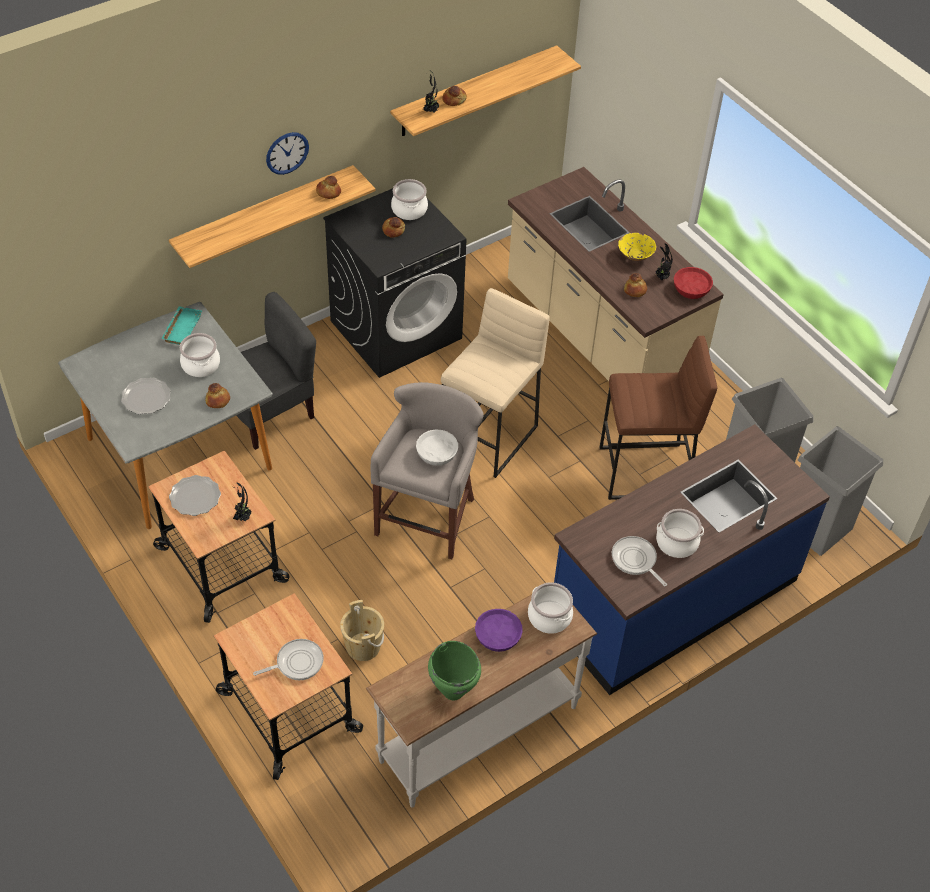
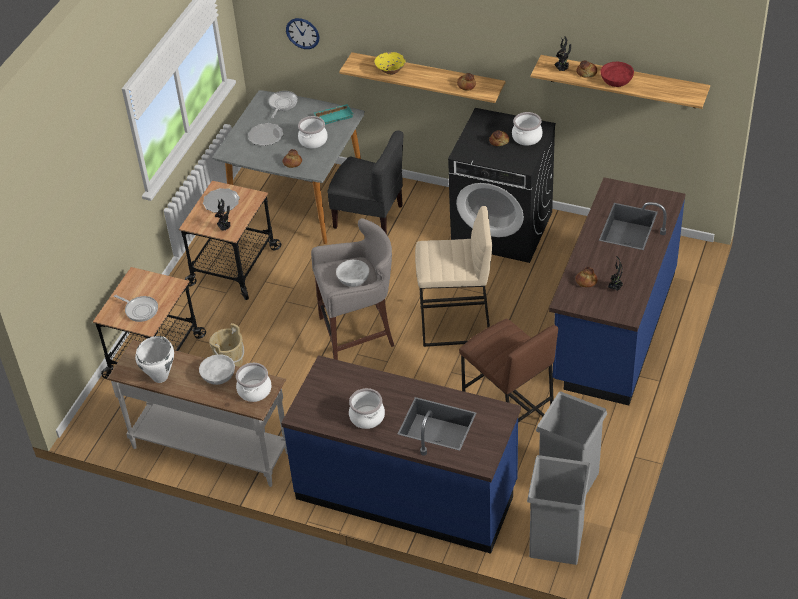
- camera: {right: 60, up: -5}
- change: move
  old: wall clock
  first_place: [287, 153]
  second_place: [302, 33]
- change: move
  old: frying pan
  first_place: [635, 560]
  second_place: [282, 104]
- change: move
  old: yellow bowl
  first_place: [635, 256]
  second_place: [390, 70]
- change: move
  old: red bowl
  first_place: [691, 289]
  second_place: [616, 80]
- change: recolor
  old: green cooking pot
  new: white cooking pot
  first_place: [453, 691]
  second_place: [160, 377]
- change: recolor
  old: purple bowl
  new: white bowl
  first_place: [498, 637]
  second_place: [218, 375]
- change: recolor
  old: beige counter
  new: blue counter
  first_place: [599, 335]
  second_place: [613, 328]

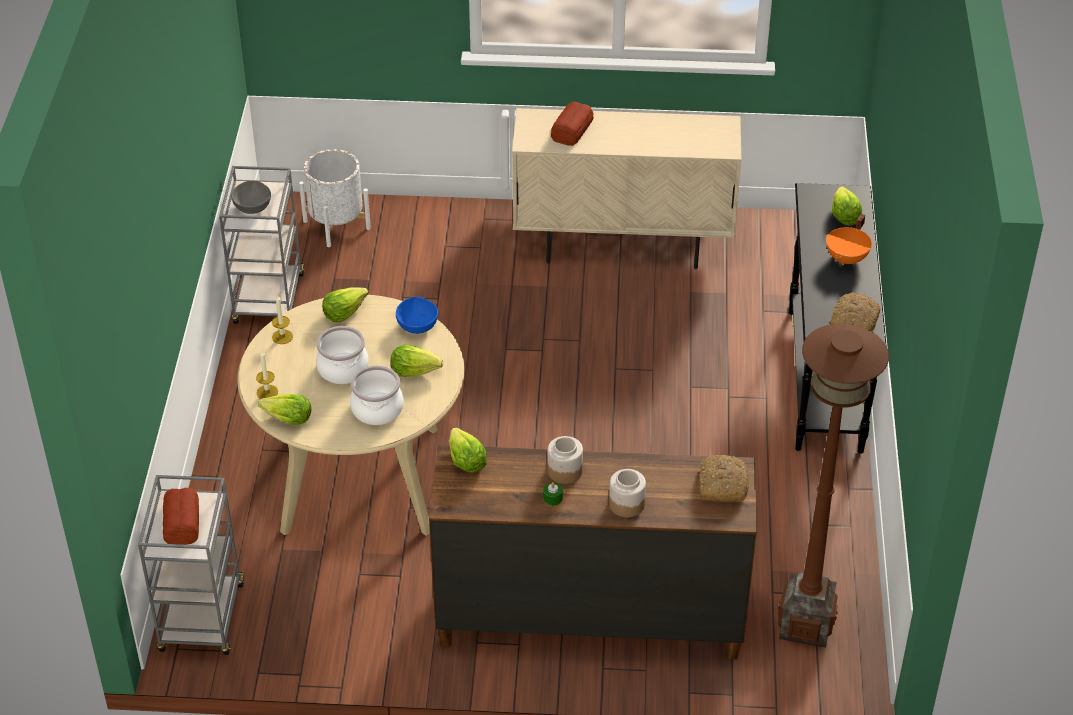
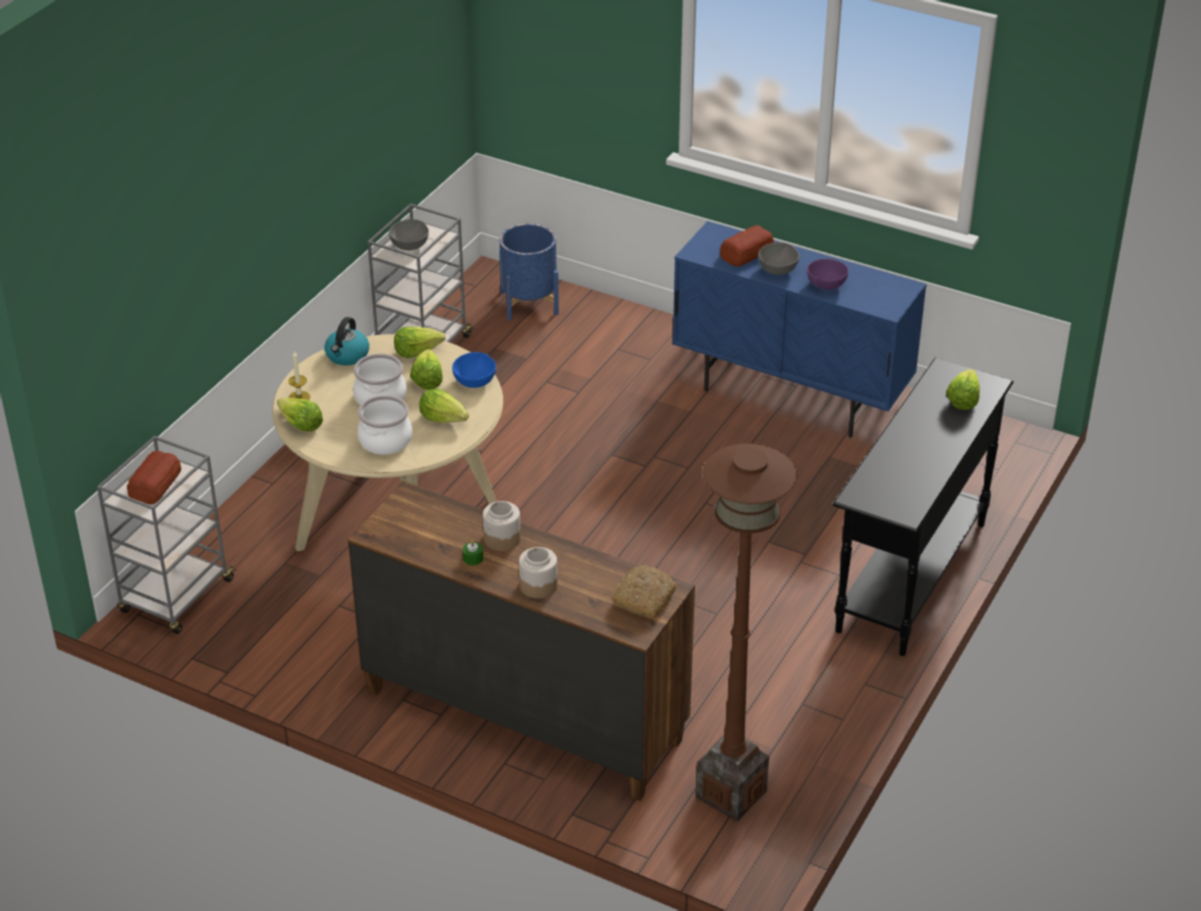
- camera: {right: 25, up: -5}
- change: delete
  old: orange cooking pot
  first_place: [847, 259]
- change: delete
  old: bread
  first_place: [854, 320]
- change: insert
  new: grey bowl
  second_place: [778, 270]
- change: insert
  new: purple bowl
  second_place: [825, 285]
- change: move
  old: lettuce
  first_place: [465, 460]
  second_place: [427, 380]
- change: replace
  old: candle
  new: kettle
  first_place: [282, 337]
  second_place: [347, 356]
- change: recolor
  old: white planter
  new: blue planter
  first_place: [336, 225]
  second_place: [529, 303]
- change: recolor
  old: beige cabinet
  new: blue cabinet
  first_place: [623, 246]
  second_place: [791, 396]

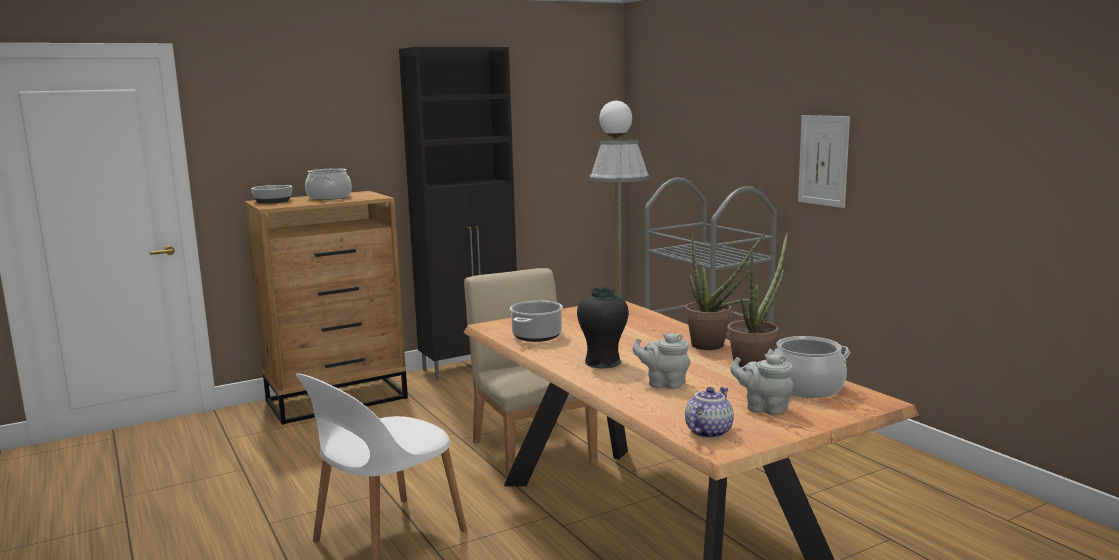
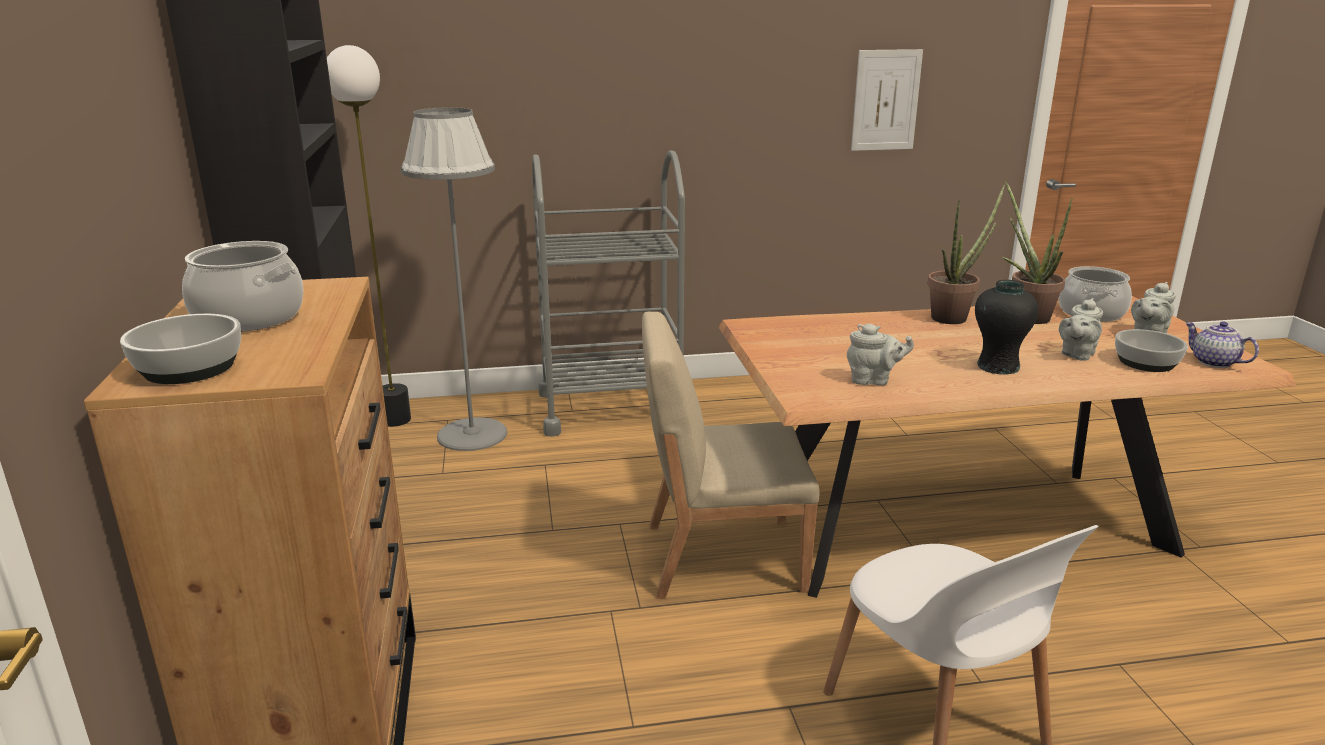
- camera: {right: -70, up: 10}
- change: insert
  new: bowl
  second_place: [1147, 362]
- change: move
  old: picture
  first_place: [823, 160]
  second_place: [886, 100]
- change: replace
  old: cooking pot
  new: grey teapot
  first_place: [537, 336]
  second_place: [873, 380]

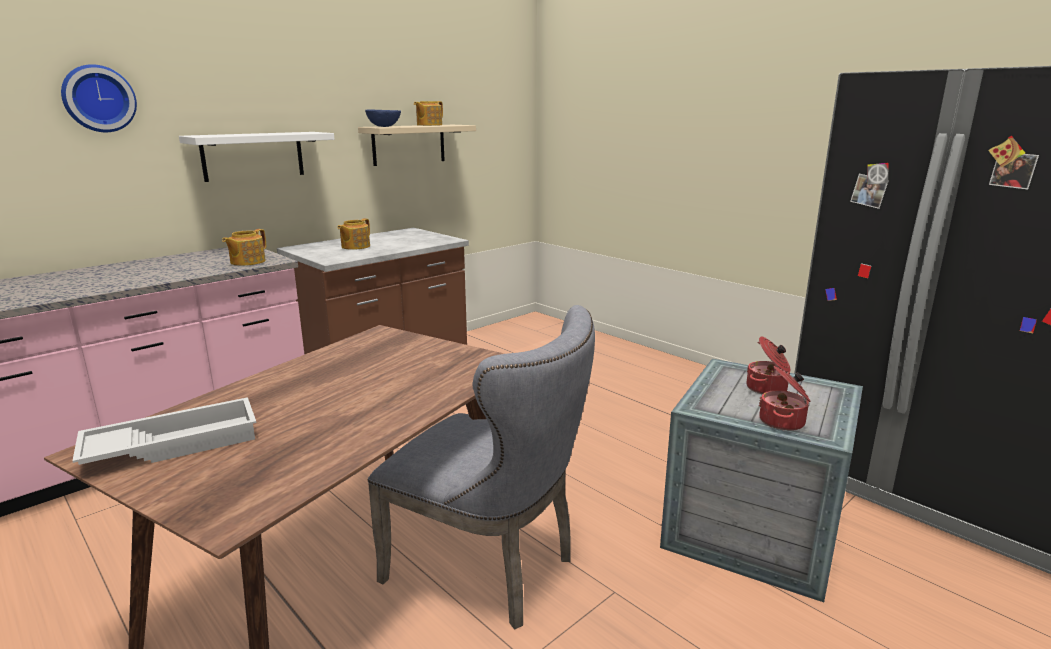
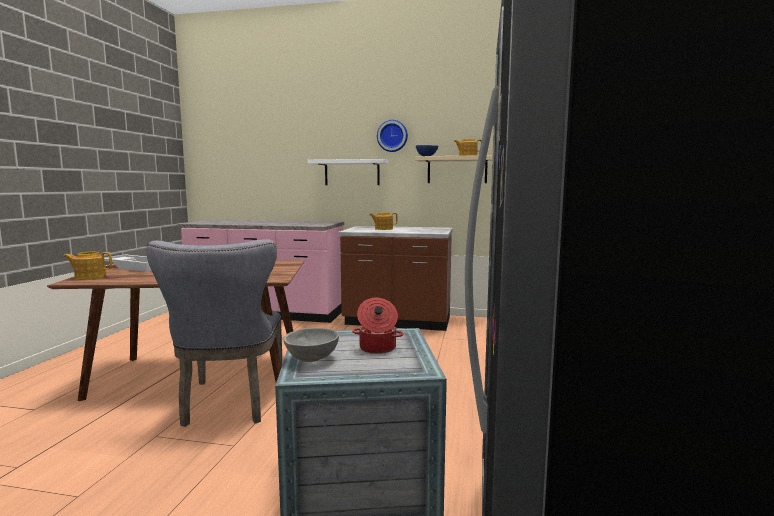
- camera: {right: 55, up: -10}
- change: move
  old: wall clock
  first_place: [98, 99]
  second_place: [392, 136]
- change: move
  old: teapot
  first_place: [247, 262]
  second_place: [89, 276]
- change: replace
  old: cooking pot
  new: grey bowl
  first_place: [783, 422]
  second_place: [312, 359]

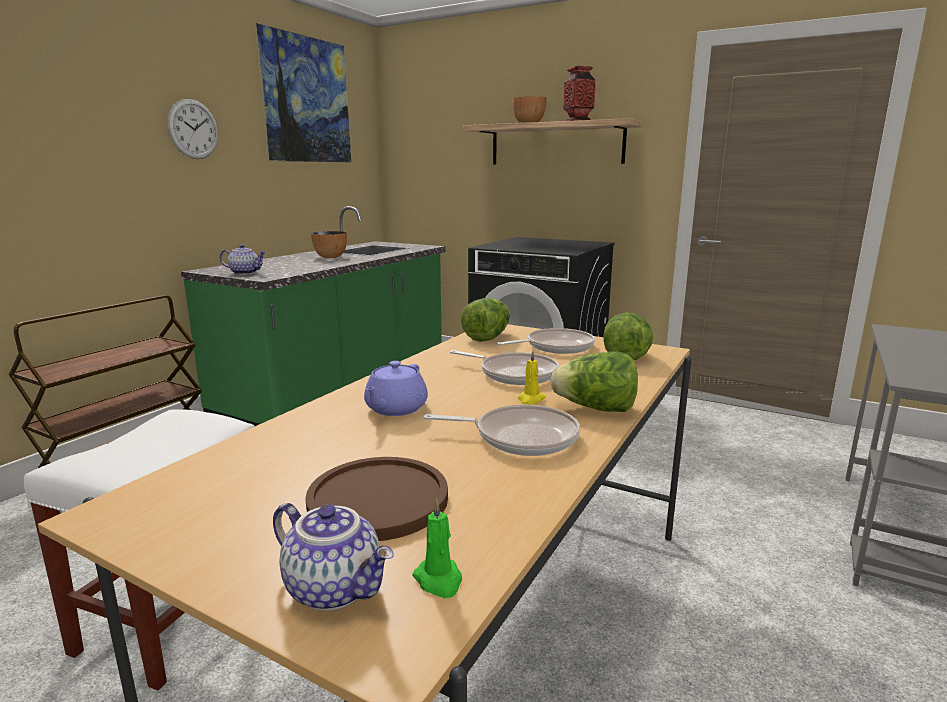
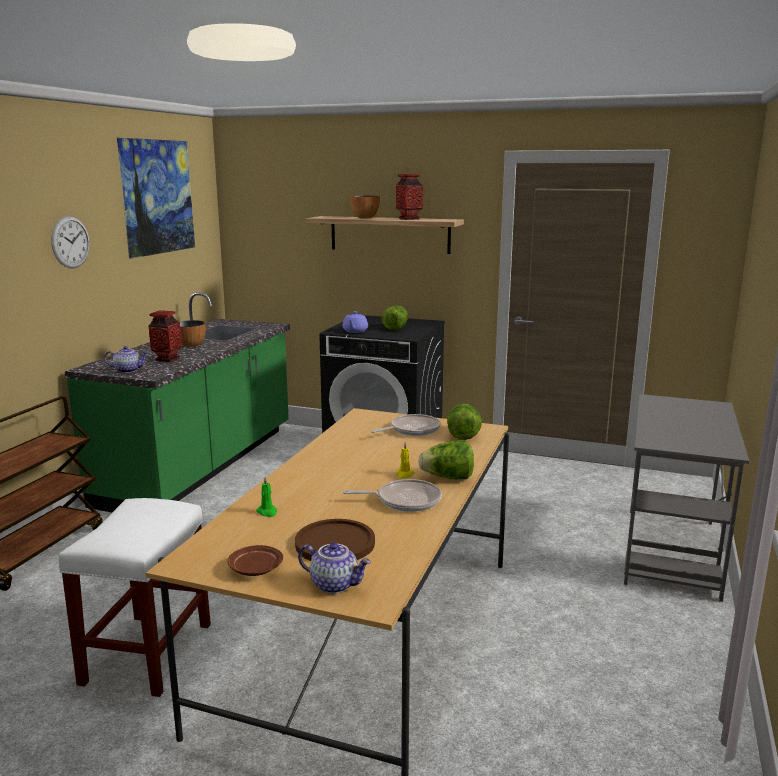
- camera: {right: -10, up: 0}
- change: delete
  old: frying pan
  first_place: [514, 374]
- change: insert
  new: vase
  second_place: [167, 359]
- change: insert
  new: brown plate
  second_place: [255, 569]
- change: move
  old: purple teapot
  first_place: [395, 409]
  second_place: [355, 331]
- change: move
  old: green candle
  first_place: [439, 580]
  second_place: [267, 512]
- change: move
  old: lettuce
  first_place: [488, 337]
  second_place: [396, 328]

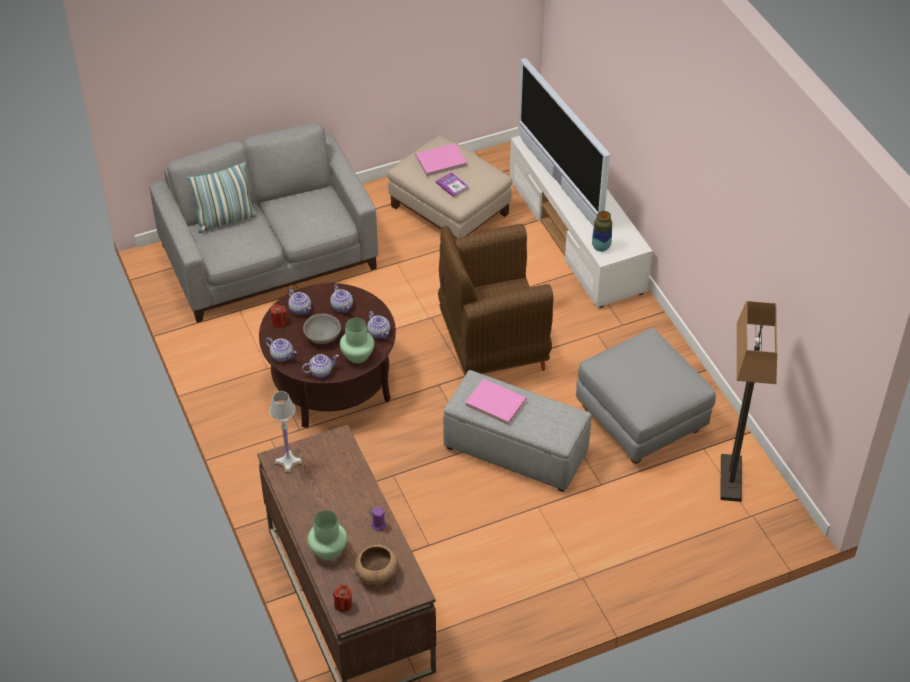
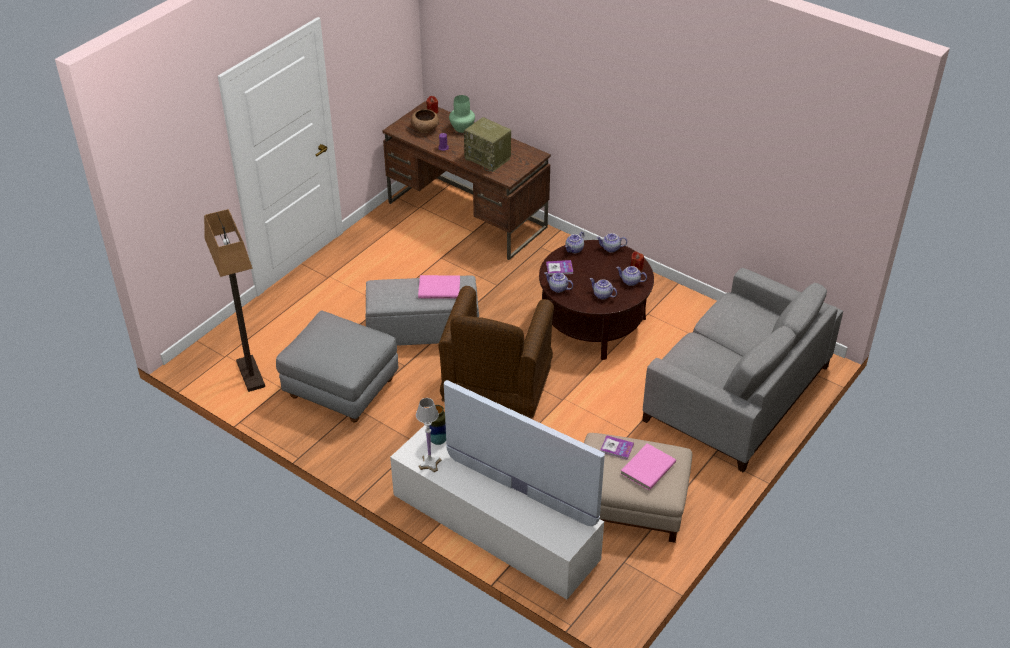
- camera: {right: 150, up: -5}
- change: delete
  old: pillow
  first_place: [225, 220]
- change: delete
  old: grey bowl
  first_place: [323, 337]
- change: insert
  new: radio
  second_place: [488, 159]
- change: move
  old: white table lamp
  first_place: [288, 462]
  second_place: [430, 463]
- change: replace
  old: green vase
  new: book
  first_place: [357, 355]
  second_place: [559, 268]
- change: rotate
  old: brown armchair
  first_place: [491, 346]
  second_place: [496, 397]
  degrees: 150

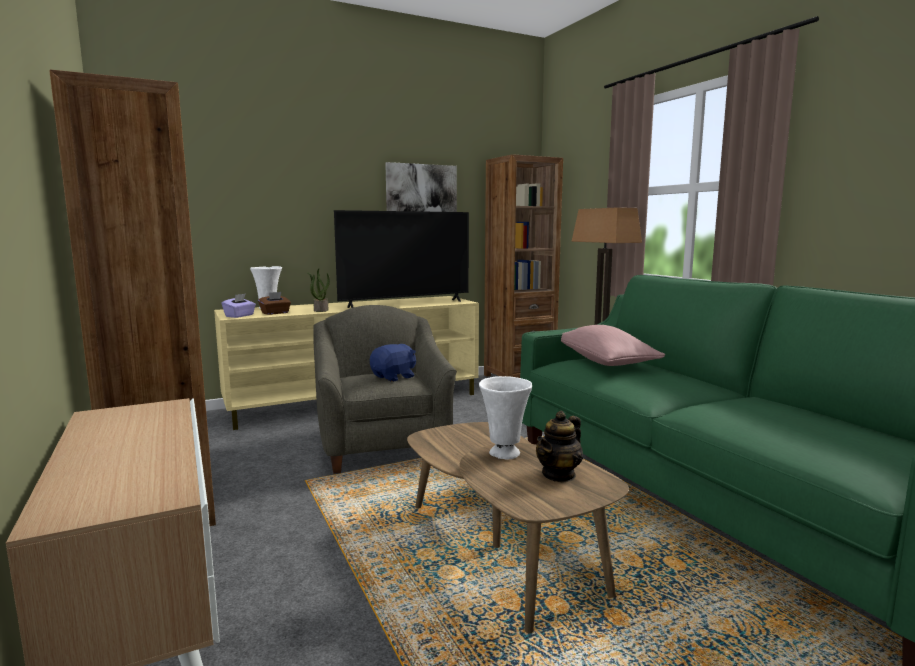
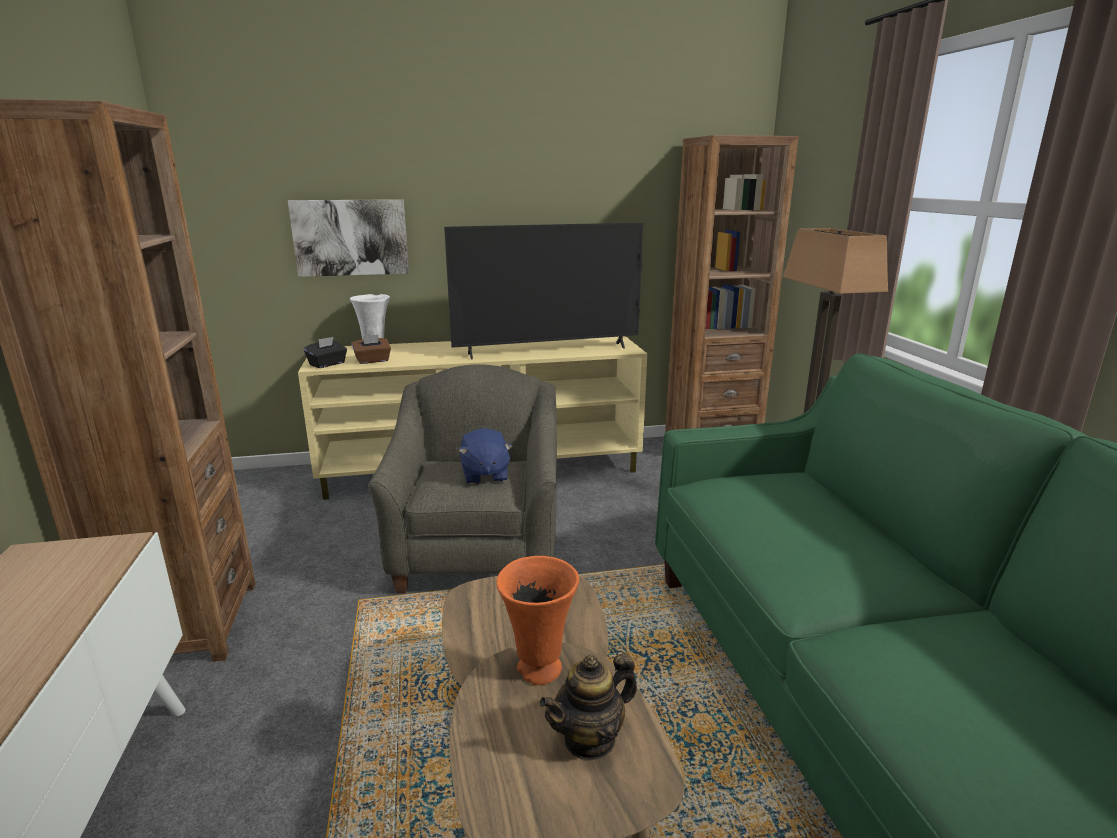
- camera: {right: 15, up: 10}
- change: delete
  old: potted plant
  first_place: [320, 310]
- change: delete
  old: pink pillow
  first_place: [604, 362]
- change: move
  old: picture
  first_place: [421, 190]
  second_place: [351, 237]
- change: recolor
  old: purple tissue box
  new: black tissue box
  first_place: [240, 316]
  second_place: [327, 364]
- change: recolor
  old: white vase
  new: orange vase
  first_place: [504, 454]
  second_place: [539, 670]
- change: rotate
  old: blue plush toy
  first_place: [394, 377]
  second_place: [484, 475]
  degrees: 105

